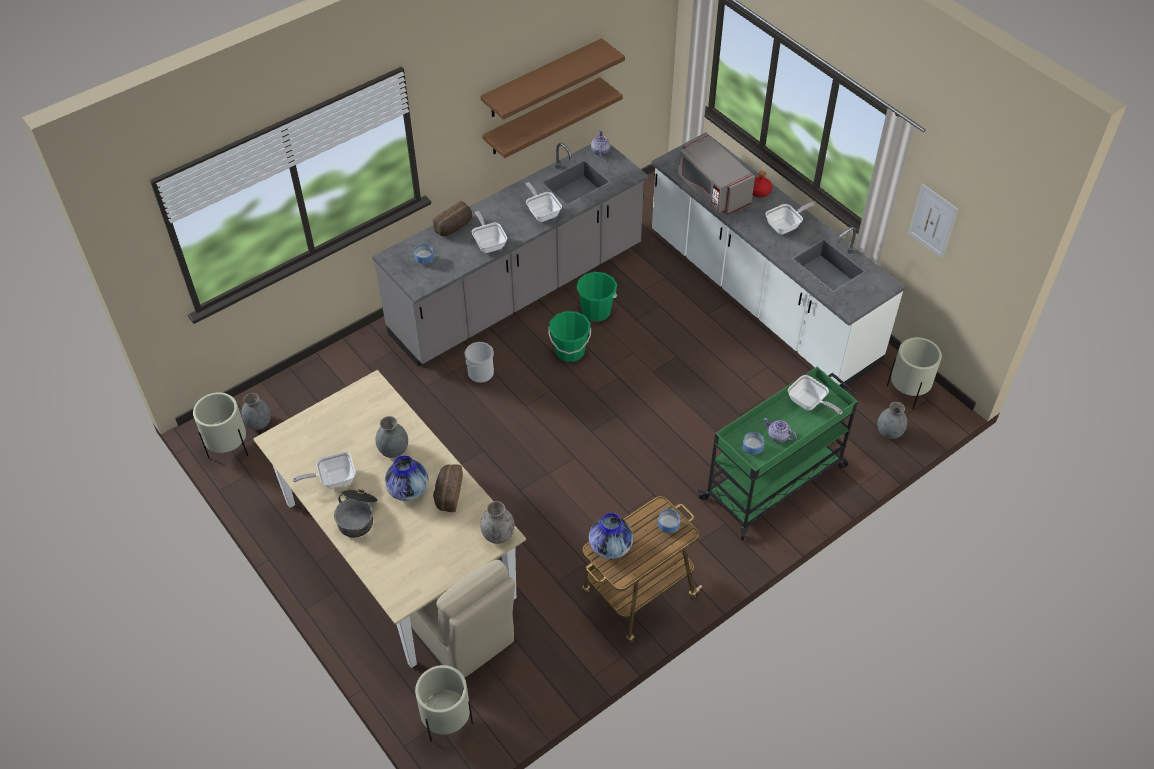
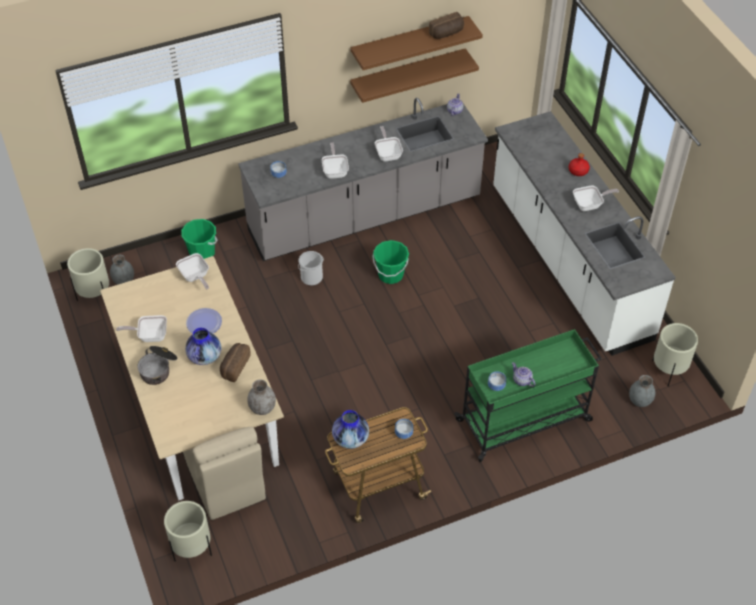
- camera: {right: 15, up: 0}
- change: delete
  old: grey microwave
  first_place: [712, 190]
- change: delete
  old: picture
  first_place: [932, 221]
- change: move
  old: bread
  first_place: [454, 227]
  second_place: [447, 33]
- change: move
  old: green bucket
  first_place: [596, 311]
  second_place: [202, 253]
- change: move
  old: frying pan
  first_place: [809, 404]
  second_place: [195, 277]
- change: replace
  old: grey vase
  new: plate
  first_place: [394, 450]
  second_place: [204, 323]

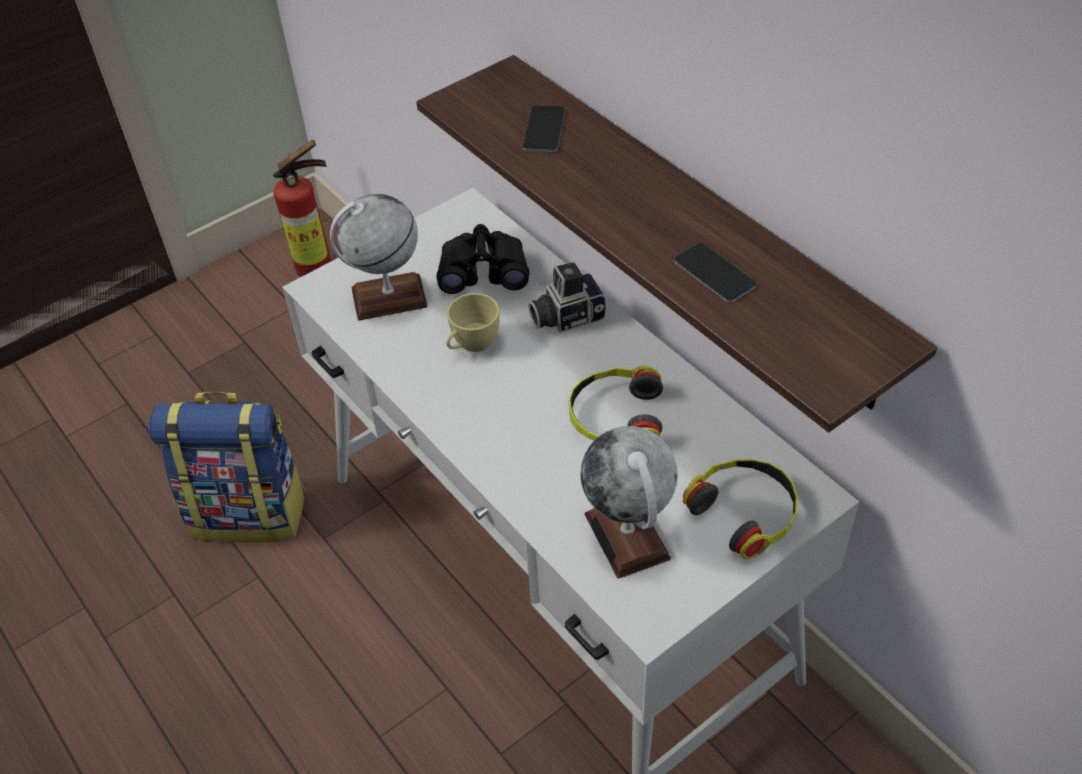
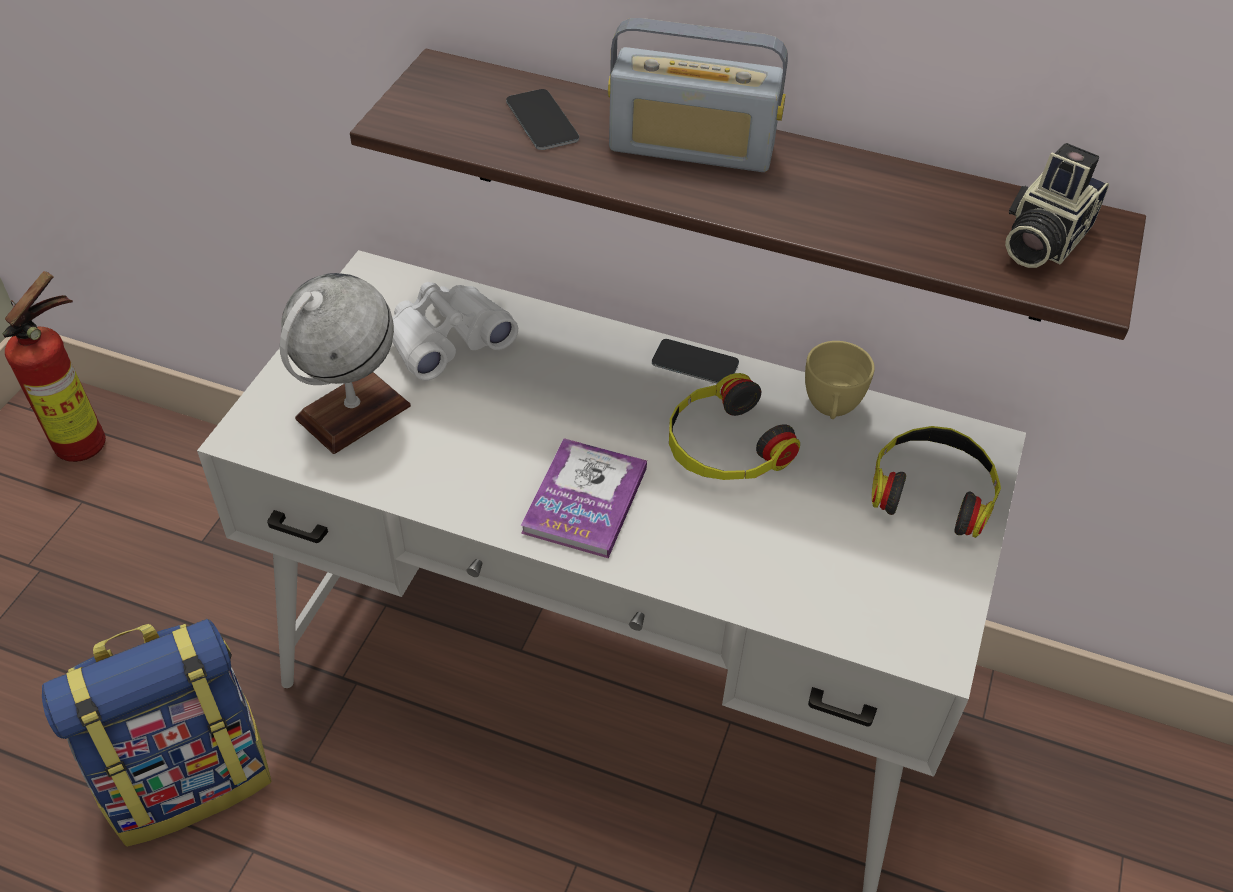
- camera: {right: -35, up: 0}
- change: delete
  old: globe
  first_place: [627, 536]
- change: insert
  new: book
  second_place: [585, 500]
- change: insert
  new: radio
  second_place: [692, 148]
- change: move
  old: yellow cup
  first_place: [472, 345]
  second_place: [831, 409]
- change: move
  old: photo camera
  first_place: [566, 316]
  second_place: [1041, 240]
- change: move
  old: phone
  first_place: [714, 273]
  second_place: [695, 363]
- change: recolor
  old: black binoculars
  new: white binoculars
  first_place: [483, 270]
  second_place: [447, 340]

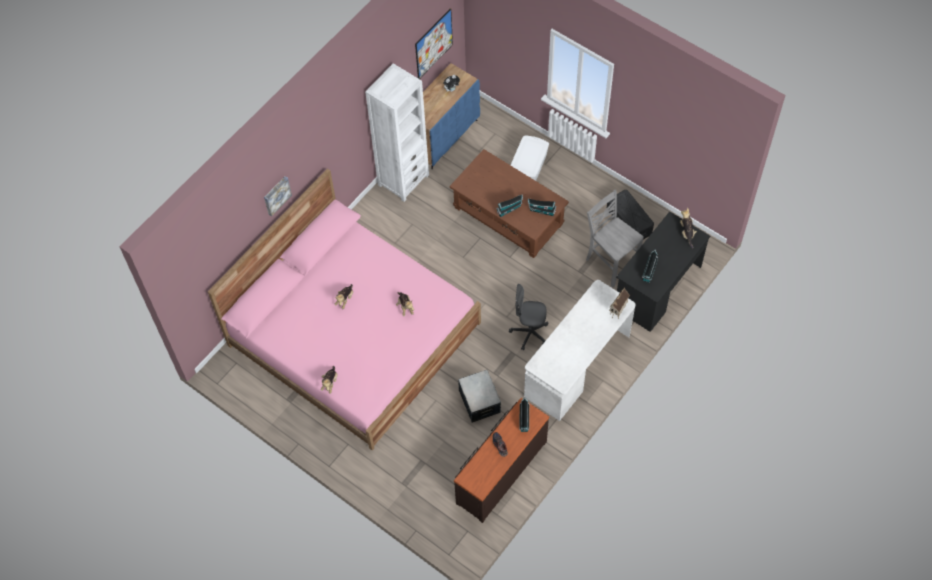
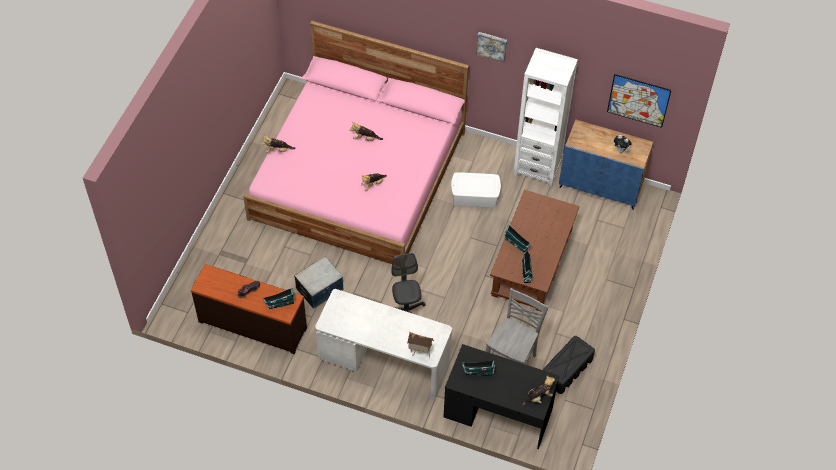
- camera: {right: 70, up: -5}
- change: move
  old: picture
  first_place: [276, 195]
  second_place: [492, 46]
- change: move
  old: white storage box
  first_place: [529, 167]
  second_place: [475, 197]

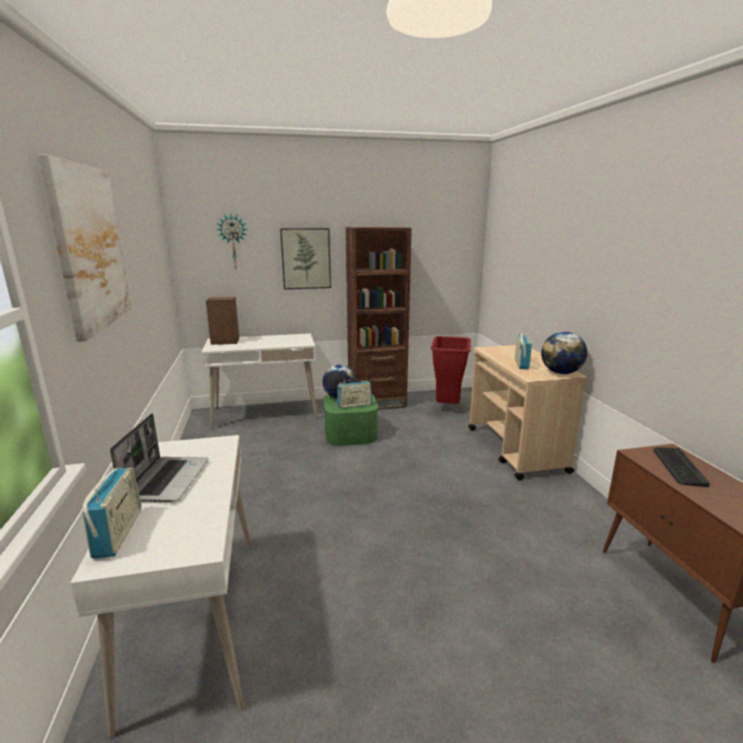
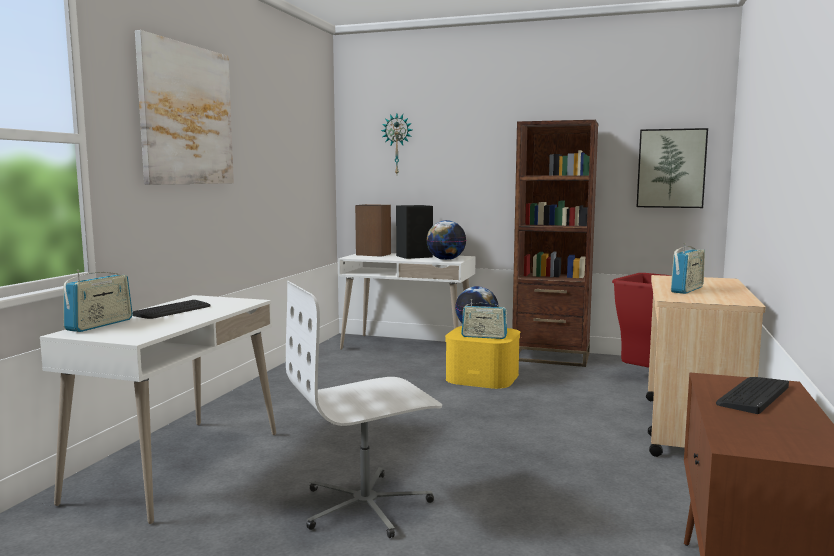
- camera: {right: 30, up: -10}
- change: insert
  new: white office chair
  second_place: [366, 506]
- change: insert
  new: black speaker
  second_place: [415, 256]
- change: move
  old: picture
  first_place: [306, 258]
  second_place: [671, 168]
- change: move
  old: globe
  first_place: [560, 373]
  second_place: [445, 259]
- change: replace
  old: laptop
  new: keyboard
  first_place: [167, 479]
  second_place: [173, 310]
- change: recolor
  old: green storage box
  new: yellow storage box
  first_place: [350, 433]
  second_place: [482, 376]

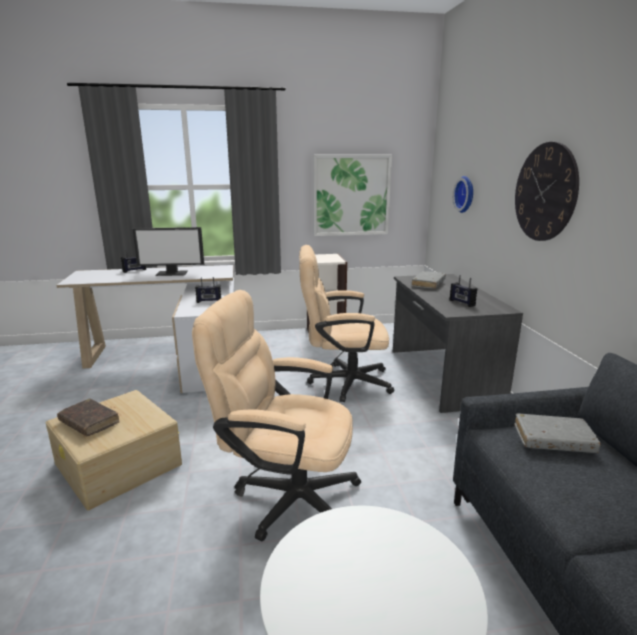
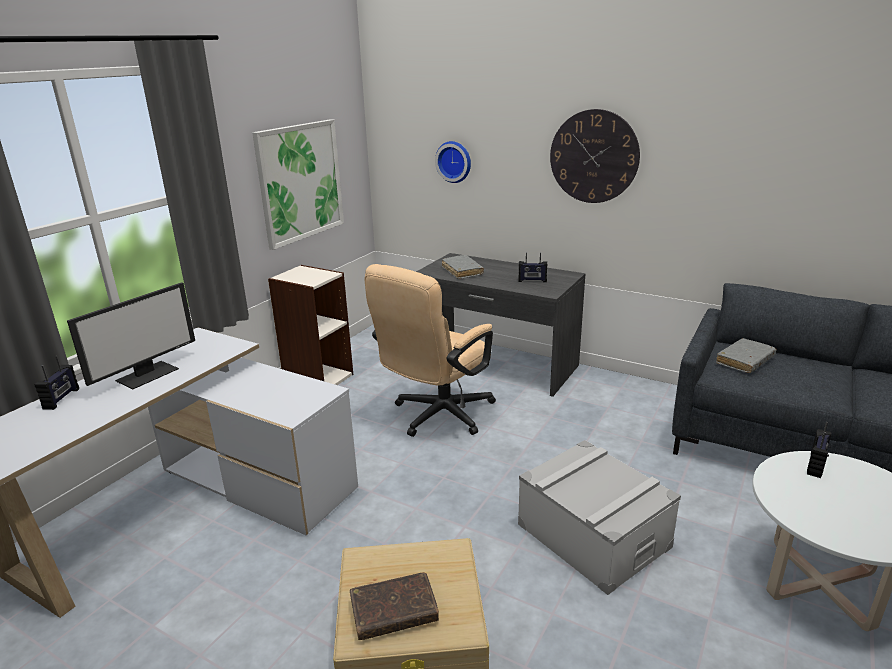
- camera: {right: -50, up: 5}
- change: move
  old: radio
  first_place: [209, 301]
  second_place: [816, 465]
- change: replace
  old: beige office chair
  new: grey storage box
  first_place: [285, 496]
  second_place: [592, 535]

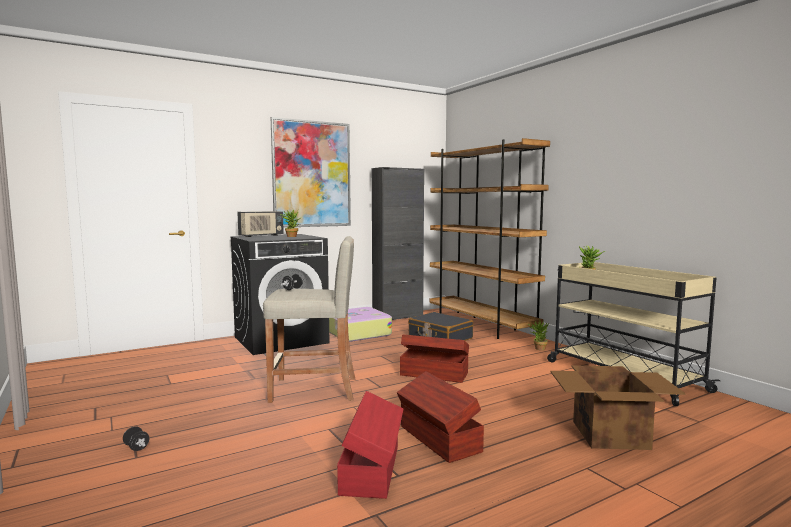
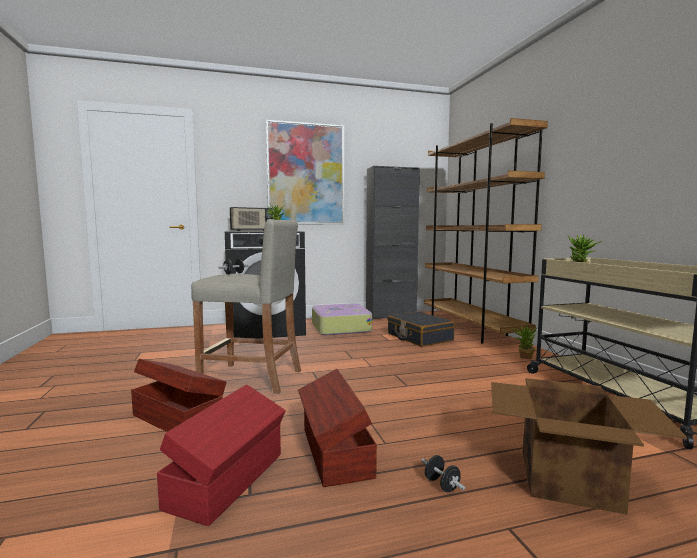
- camera: {right: 15, up: 0}
- change: move
  old: black dumbbell
  first_place: [136, 447]
  second_place: [442, 485]
- change: move
  old: brown storage box
  first_place: [433, 373]
  second_place: [178, 418]

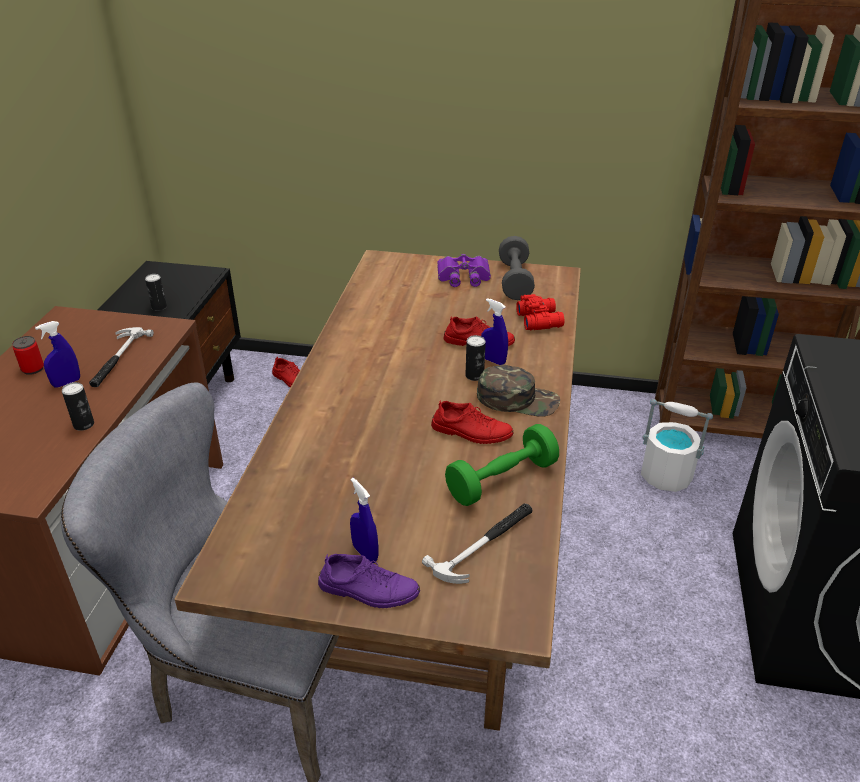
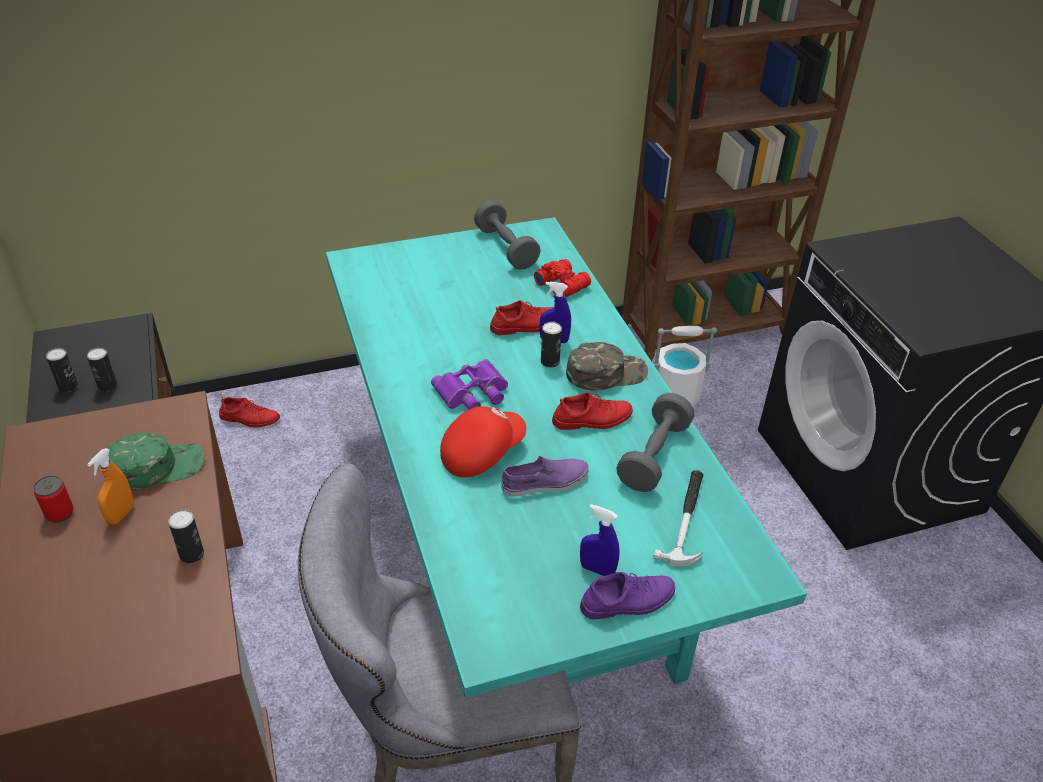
- camera: {right: -30, up: 5}
- change: insert
  new: can
  second_place: [68, 386]
- change: insert
  new: red cap
  second_place: [481, 452]
- change: insert
  new: purple shoe
  second_place: [545, 482]
- change: move
  old: purple binoculars
  first_place: [463, 277]
  second_place: [472, 393]
- change: replace
  old: hammer
  new: green cap
  first_place: [117, 359]
  second_place: [156, 466]
- change: recolor
  old: blue spray bottle
  new: orange spray bottle
  first_place: [66, 383]
  second_place: [121, 514]
- change: recolor
  old: brown dining table
  new: turquoise dining table
  first_place: [429, 543]
  second_place: [514, 539]
- change: recolor
  old: green dumbbell
  new: grey dumbbell
  first_place: [501, 480]
  second_place: [654, 456]

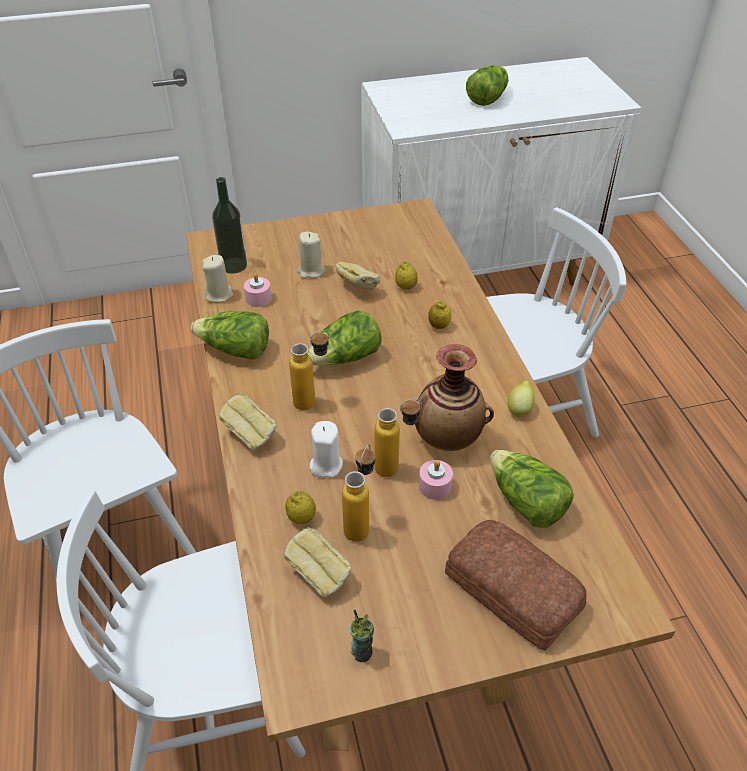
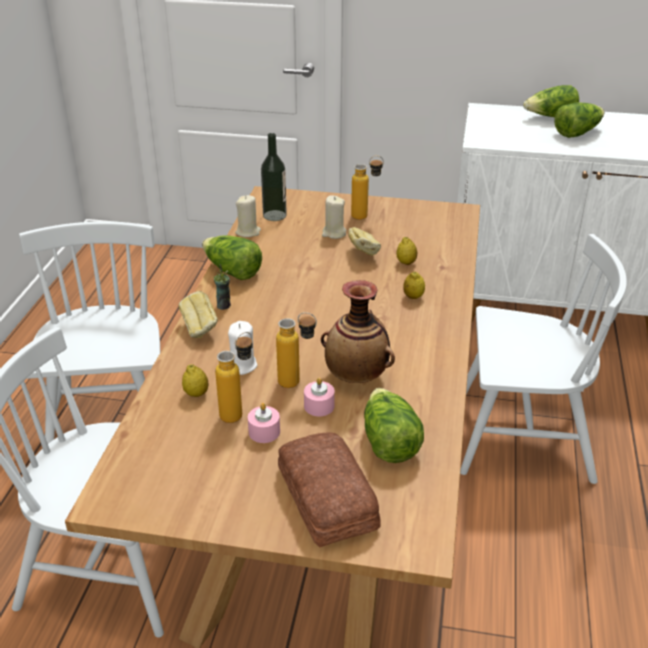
- camera: {right: 25, up: -10}
- change: delete
  old: bread
  first_place: [319, 575]
- change: delete
  old: lemon
  first_place: [519, 409]
- change: move
  old: pink candle
  first_place: [258, 298]
  second_place: [264, 432]
- change: move
  old: bottle
  first_place: [313, 400]
  second_place: [366, 216]
- change: move
  old: lettuce
  first_place: [345, 358]
  second_place: [550, 117]
- change: move
  old: cup
  first_place: [362, 651]
  second_place: [224, 305]

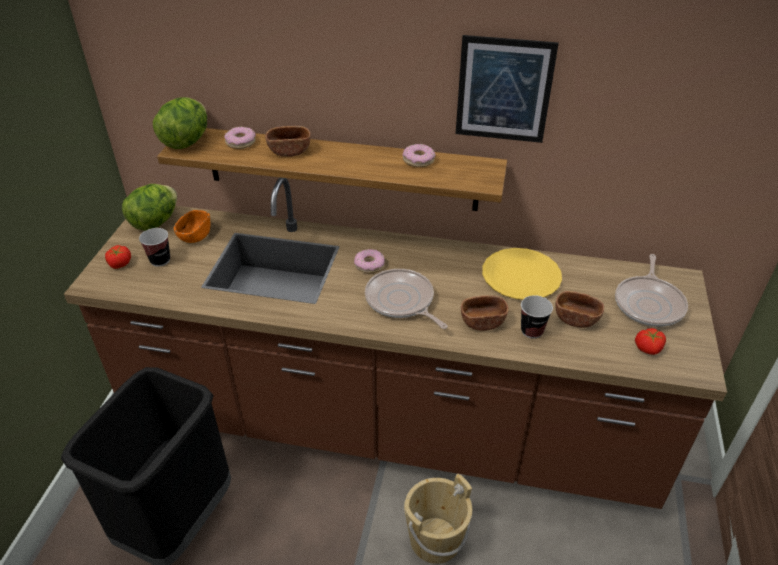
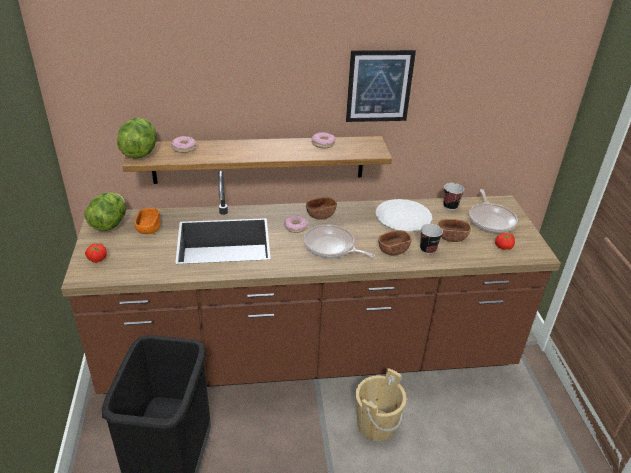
- camera: {right: -20, up: -5}
- change: move
  old: cup
  first_place: [160, 260]
  second_place: [450, 206]
- change: move
  old: brown bowl
  first_place: [289, 151]
  second_place: [320, 215]
- change: recolor
  old: yellow plate
  new: white plate
  first_place: [521, 276]
  second_place: [403, 217]

